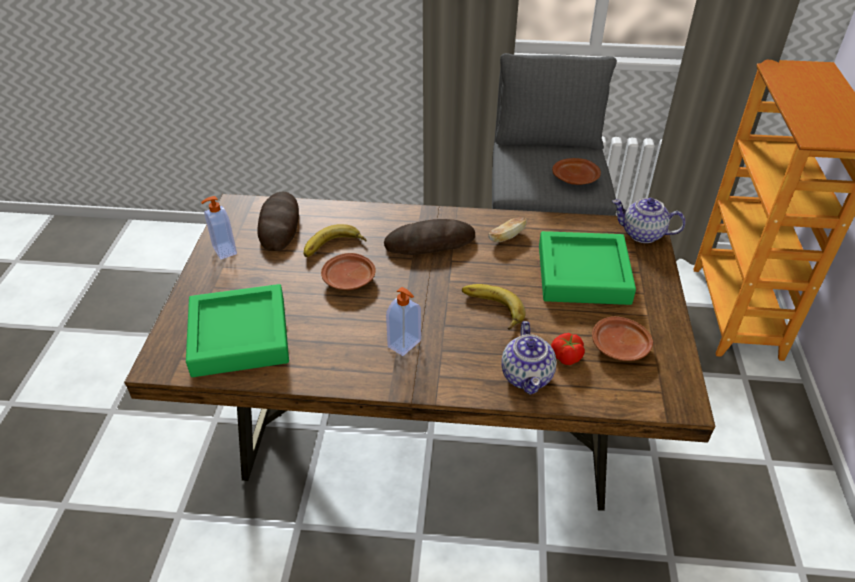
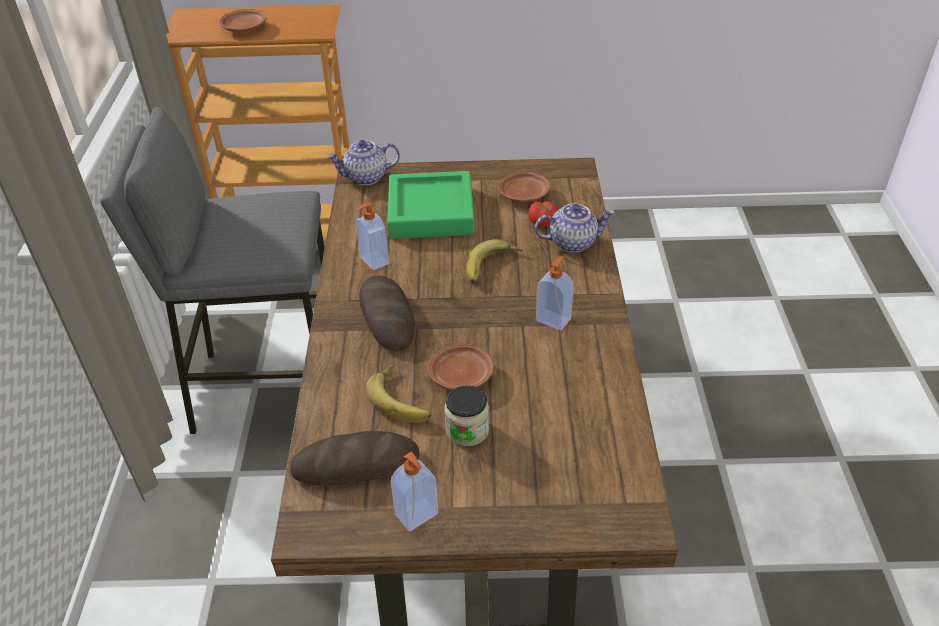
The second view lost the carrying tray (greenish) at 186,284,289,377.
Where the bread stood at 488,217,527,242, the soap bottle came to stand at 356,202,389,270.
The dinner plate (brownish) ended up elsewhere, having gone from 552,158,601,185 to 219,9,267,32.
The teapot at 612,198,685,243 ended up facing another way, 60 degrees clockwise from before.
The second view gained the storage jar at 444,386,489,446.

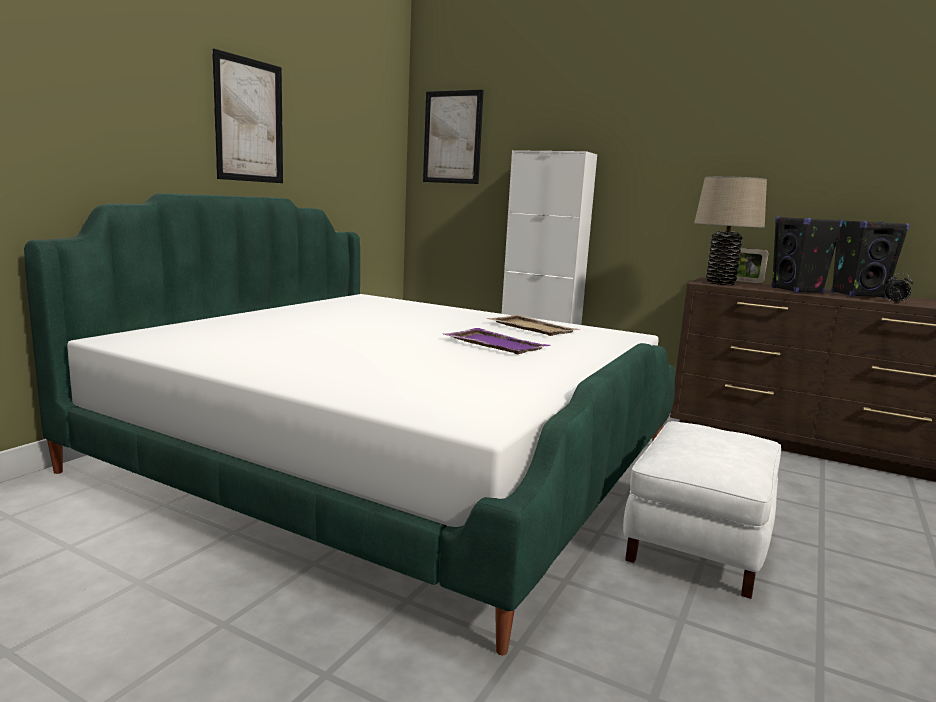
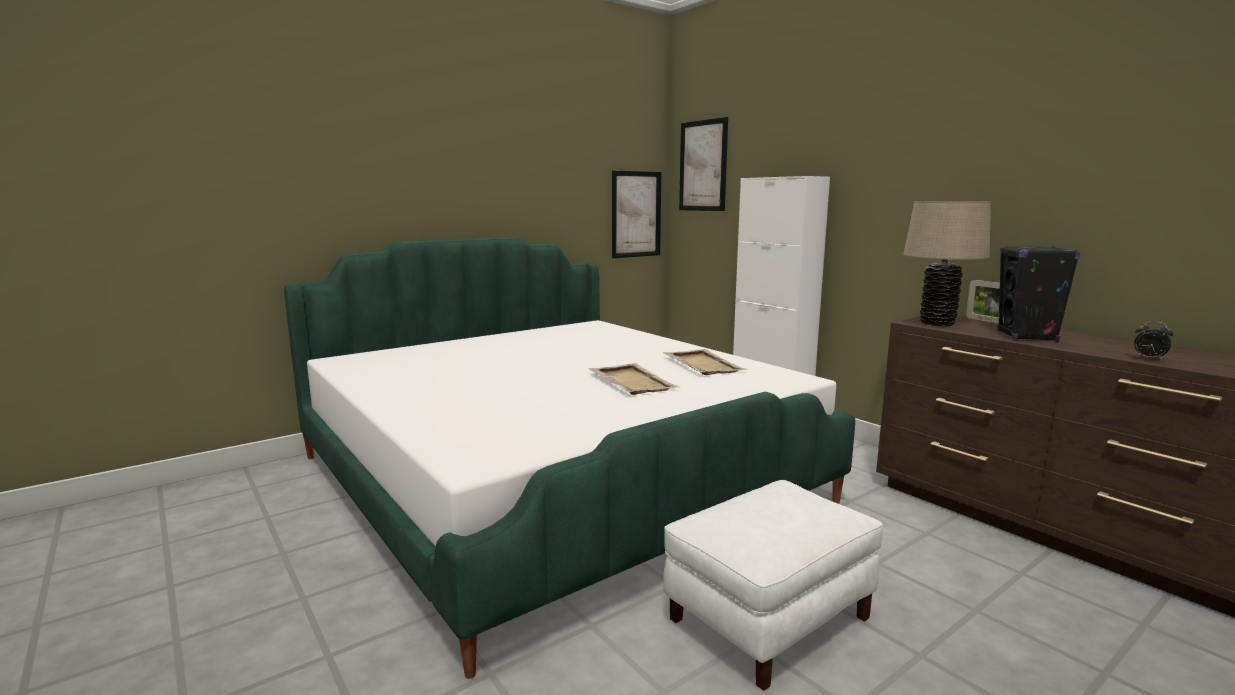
The wall picture ended up elsewhere, having gone from 212,49,283,183 to 612,170,661,258.
What was the carrying tray (purplish) at 443,328,551,354 turned into the carrying tray (sand-coloured) at 589,363,680,395.
The second view lost the loudspeaker (blackish) at 831,220,910,298.

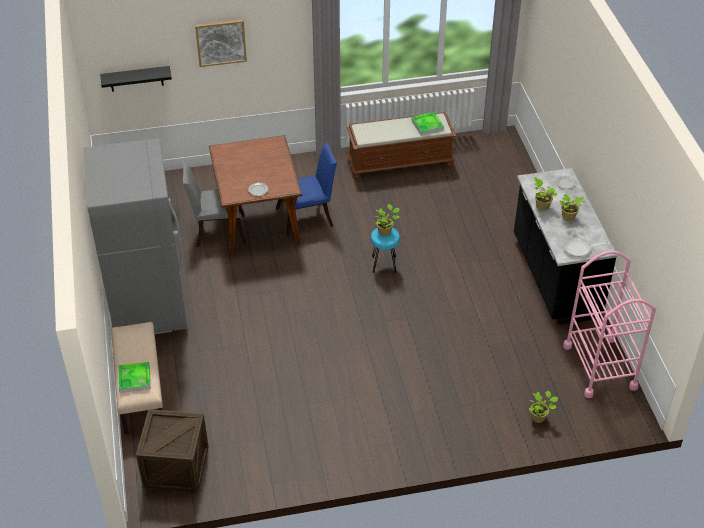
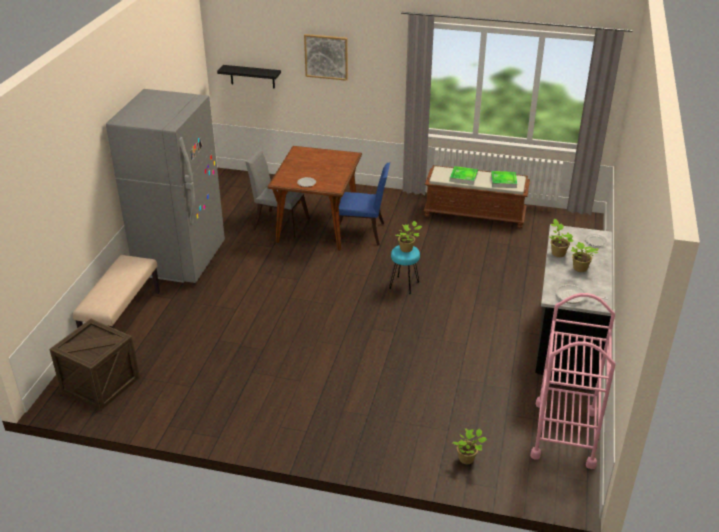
The carrying tray ended up elsewhere, having gone from 119,362,151,393 to 450,166,478,185.

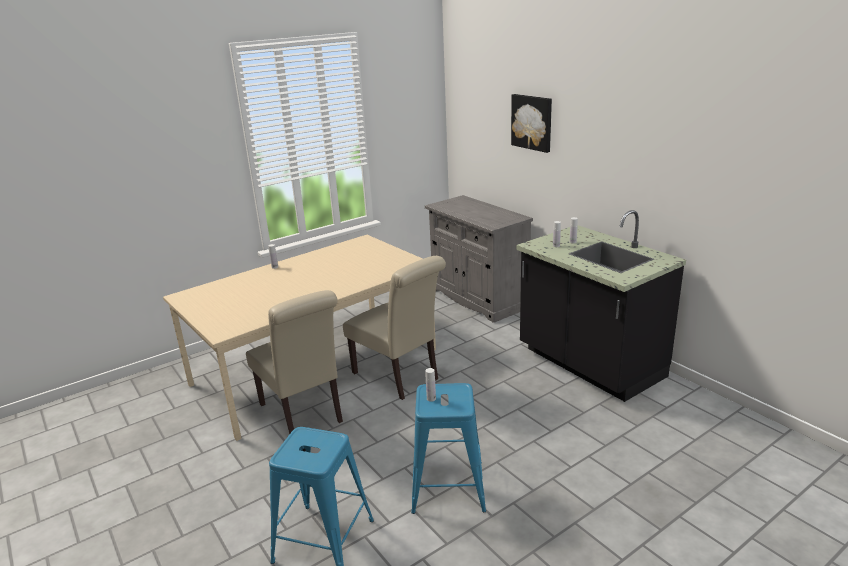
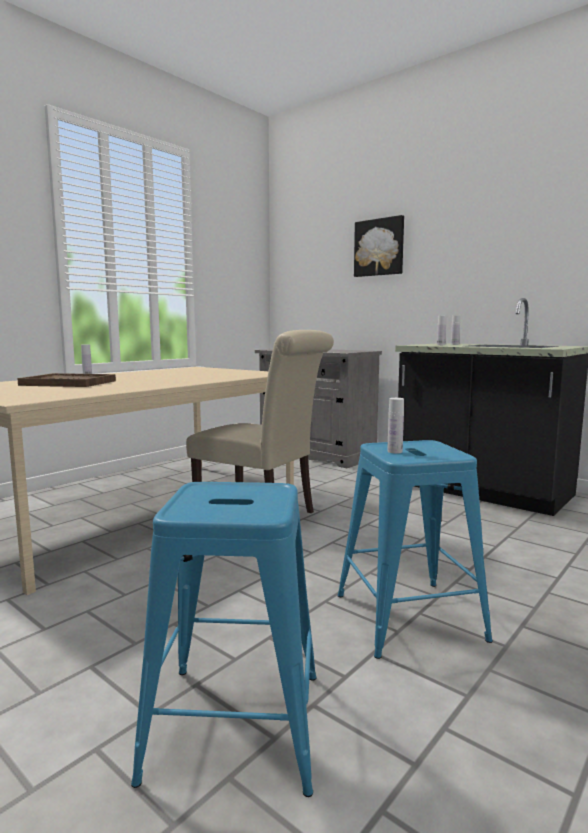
The second view lost the chair (sand-coloured) at 246,290,343,434.
The second view gained the carrying tray (brownish) at 17,373,116,387.

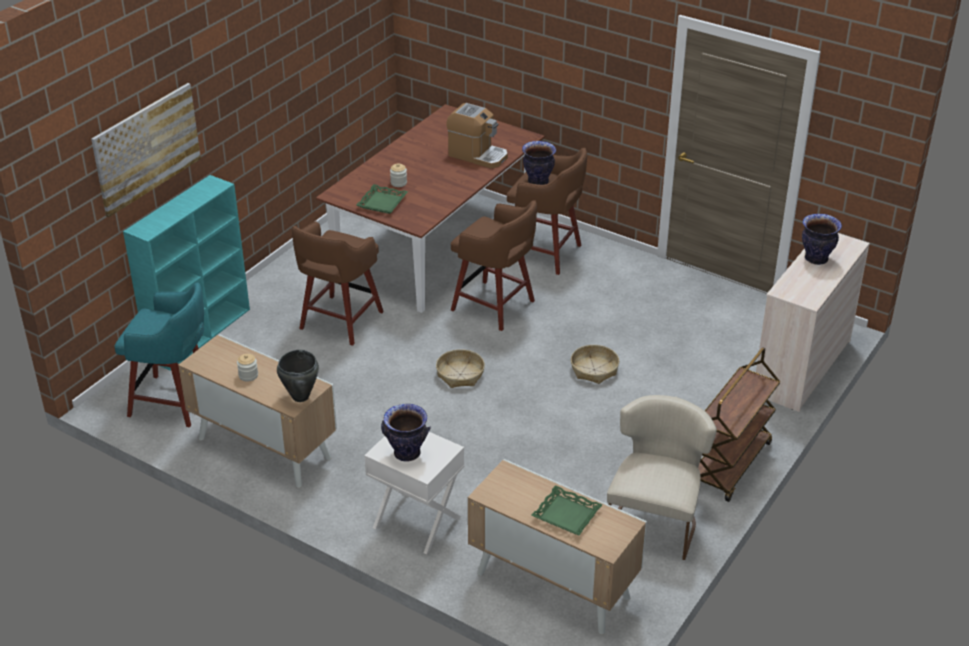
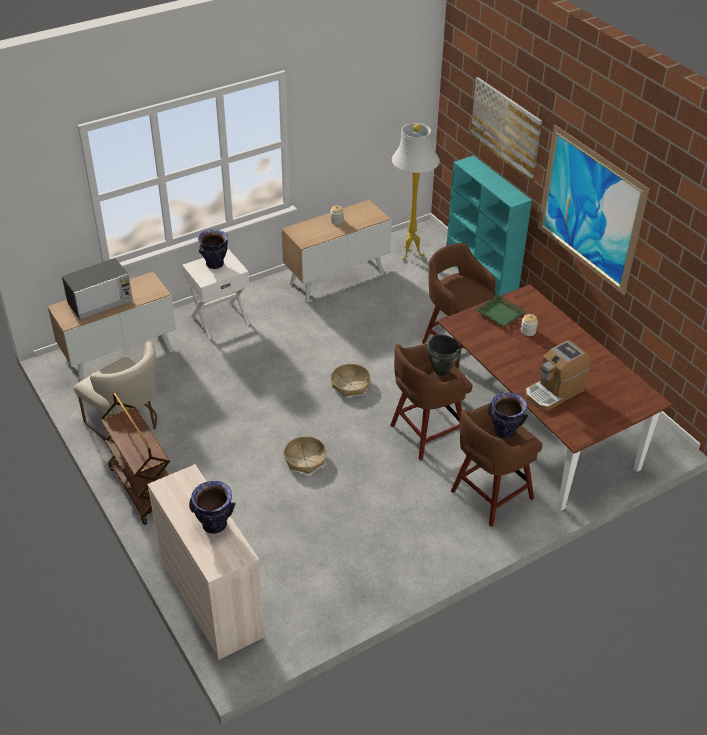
Where the stool seat (blue-green) stood at 114,282,204,427, the floor lamp (whitish) came to stand at 392,123,440,261.
The cooking pot (blackish) ended up elsewhere, having gone from 277,350,319,402 to 426,335,461,376.
Where the carrying tray (greenish) stood at 532,485,602,535, the microwave oven came to stand at 62,258,133,320.
The second view gained the wall picture at 538,124,649,295.

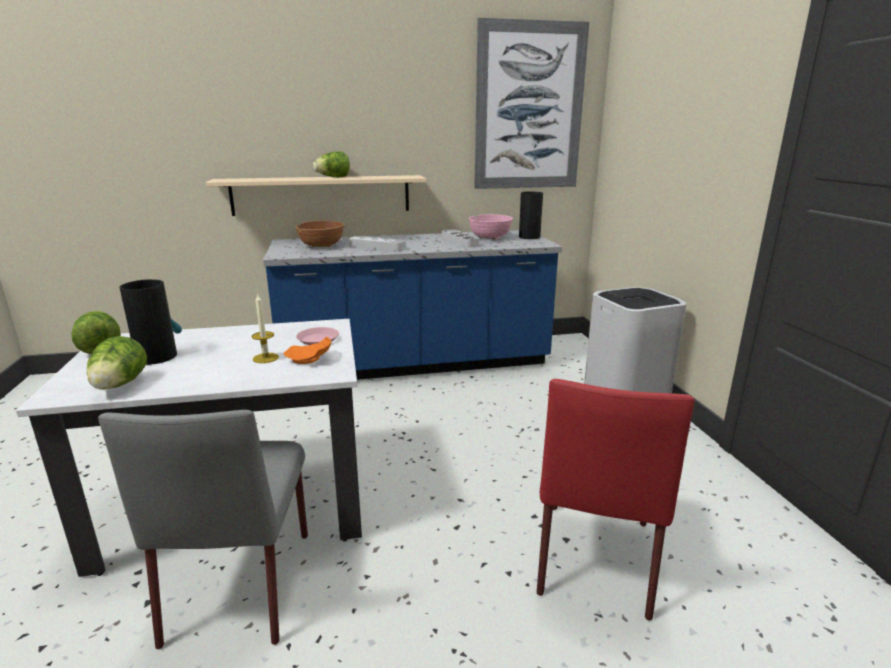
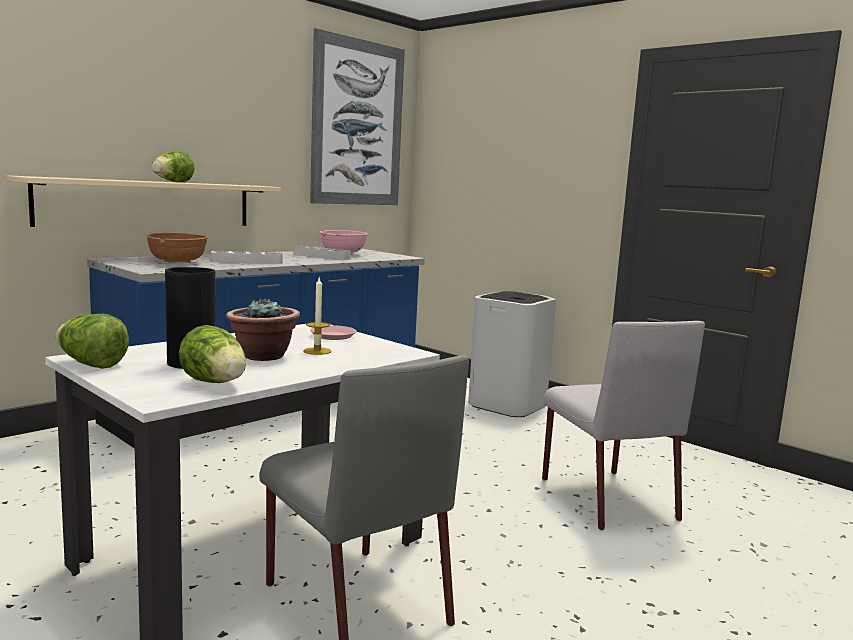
The second view lost the dinner plate (orangey) at 284,337,331,364.
The second view lost the flower vase at 519,192,543,239.
What was the chair (red) at 537,379,695,621 turned into the chair (gray) at 542,321,705,531.
The second view gained the houseplant at 226,297,300,361.

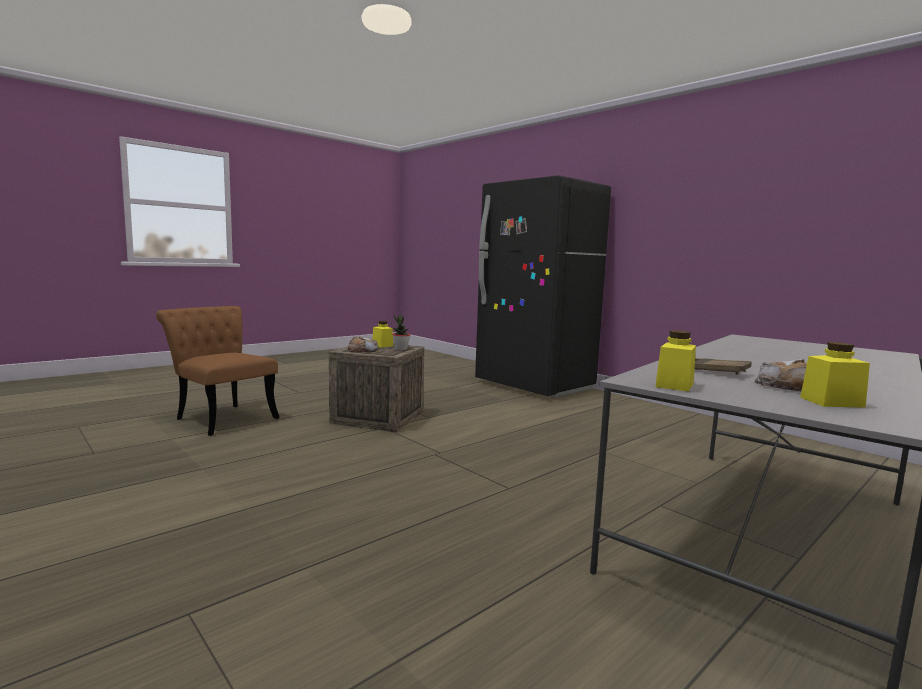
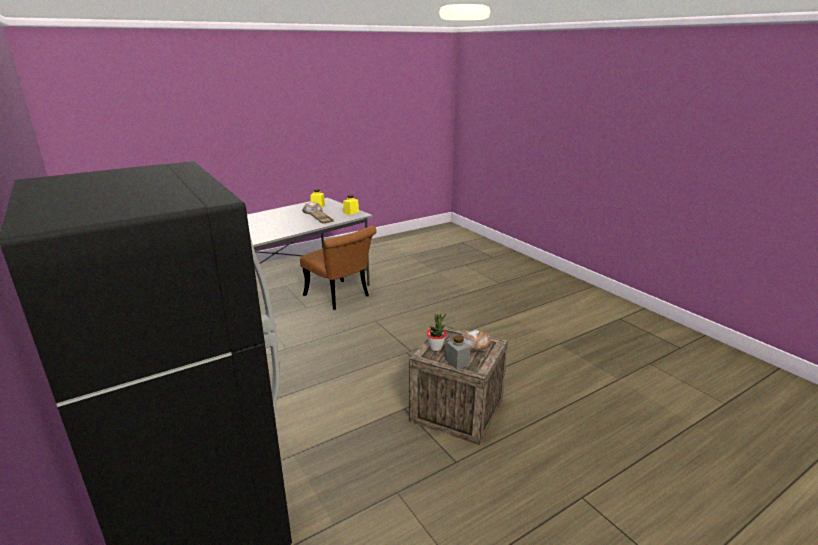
The chair (brownish) ended up elsewhere, having gone from 156,306,280,436 to 300,226,377,310.
What was the storage jar (yellow-coloured) at 373,321,393,347 turned into the storage jar (gray) at 445,335,470,370.

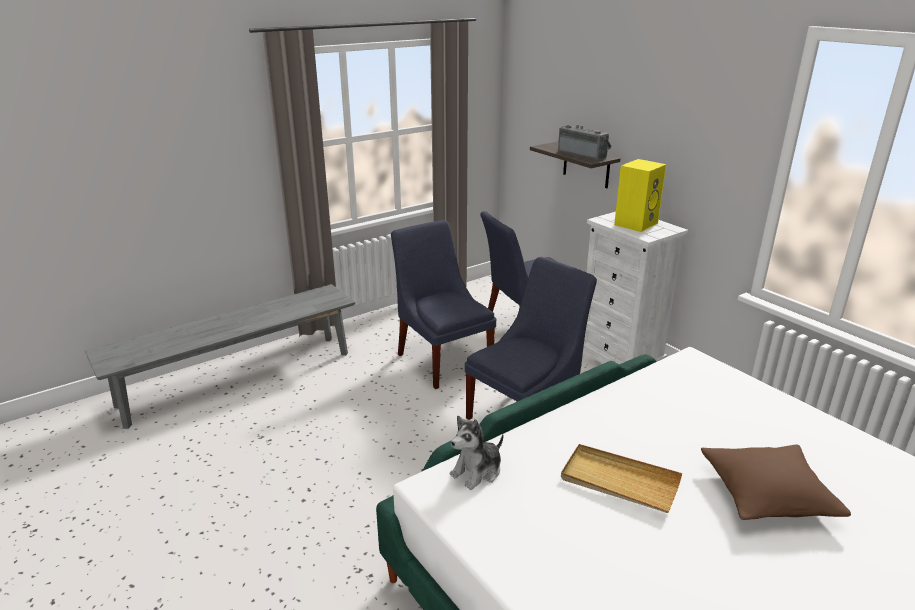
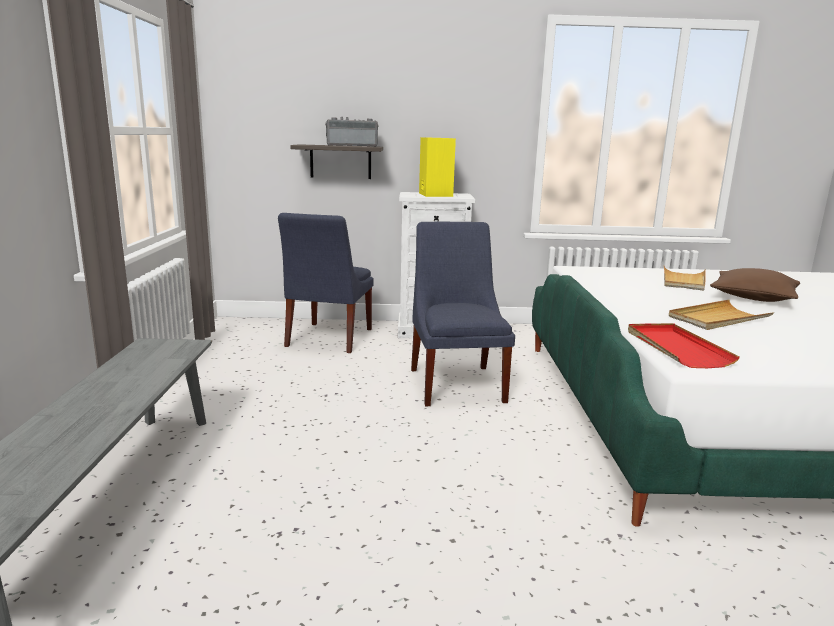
The second view lost the chair (bluish) at 391,220,496,389.
Where the cuddly toy stood at 450,416,503,490, the carrying tray (red) came to stand at 628,323,740,368.
The second view gained the carrying tray (sand-coloured) at 664,266,706,290.

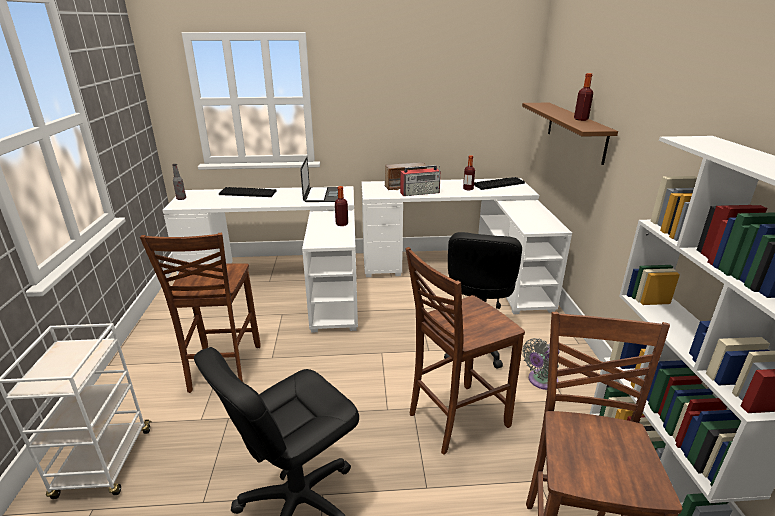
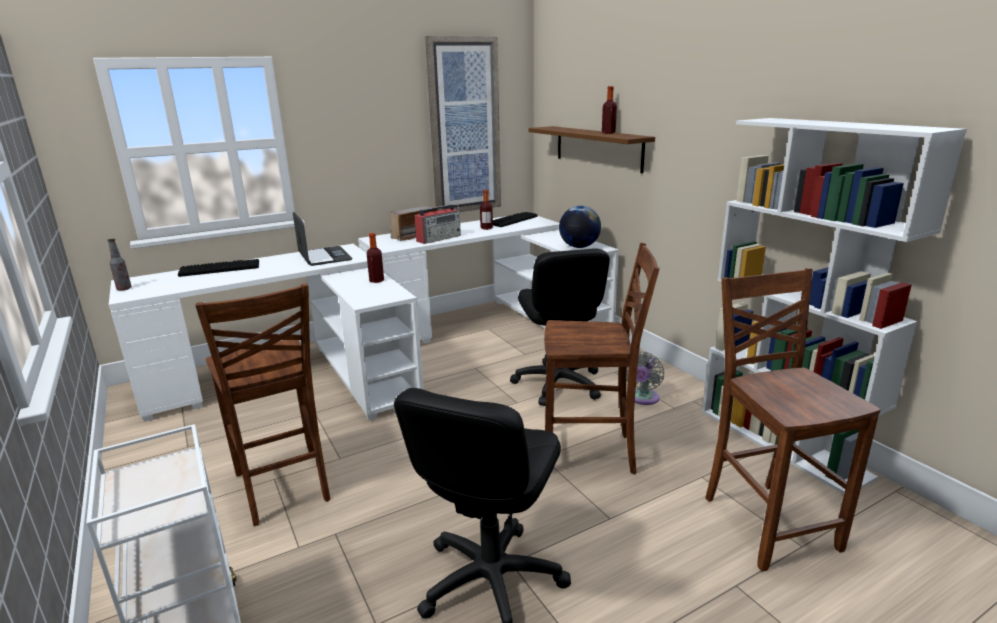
The chair (brownish) at 405,247,525,455 ended up facing another way, 120 degrees counterclockwise from before.
The second view gained the wall picture at 425,36,501,212.
The second view gained the globe at 559,206,601,248.

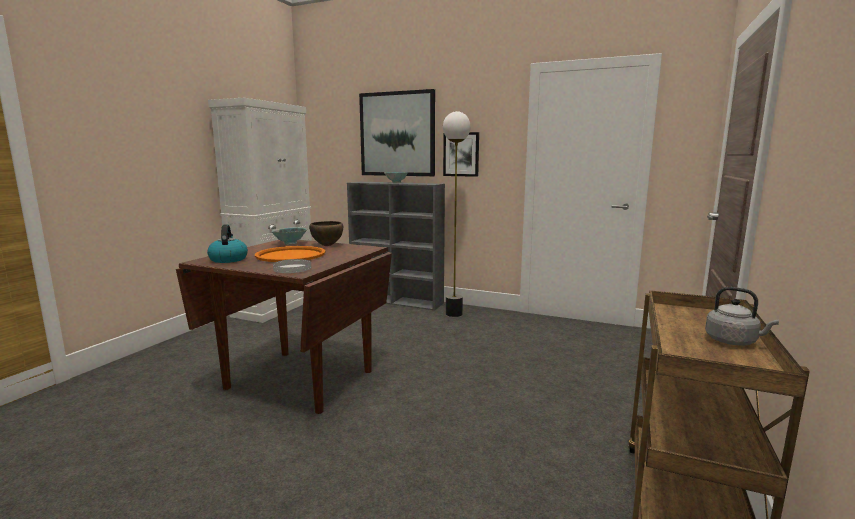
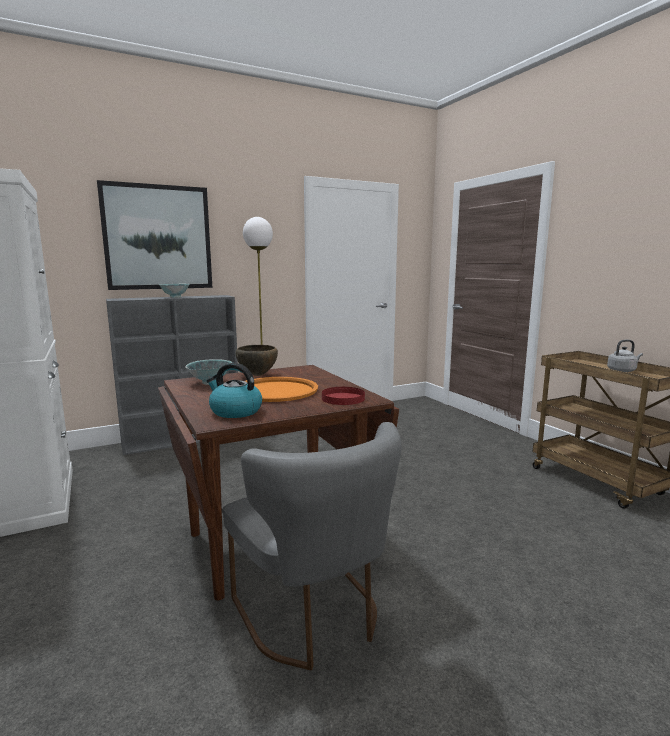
What was the dinner plate (whitish) at 273,259,311,273 turned into the dinner plate (red) at 322,387,365,405.
The second view lost the wall picture at 443,132,479,177.
The second view gained the chair (gray) at 222,422,402,670.

